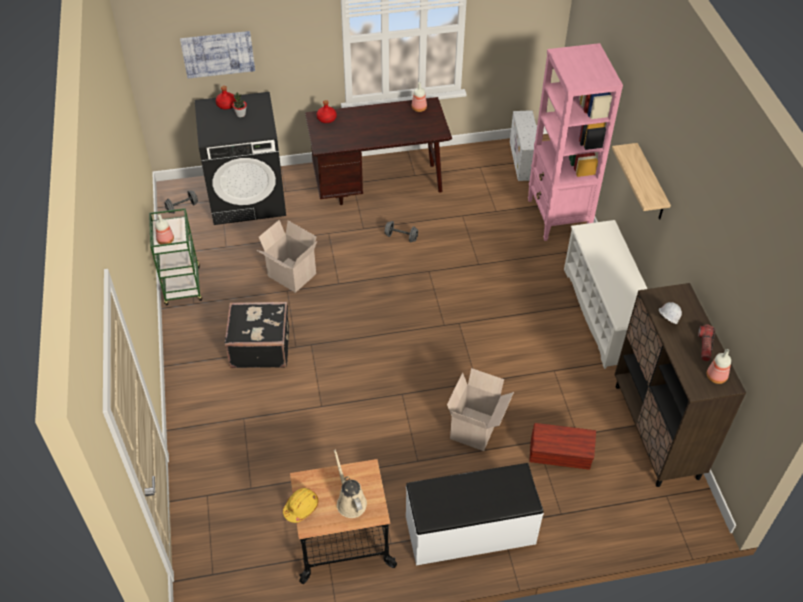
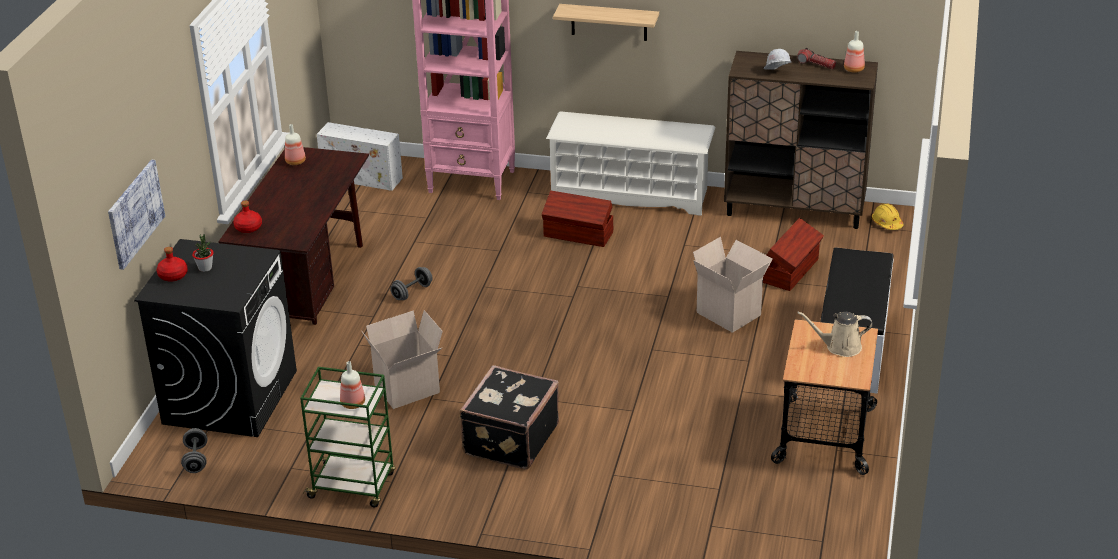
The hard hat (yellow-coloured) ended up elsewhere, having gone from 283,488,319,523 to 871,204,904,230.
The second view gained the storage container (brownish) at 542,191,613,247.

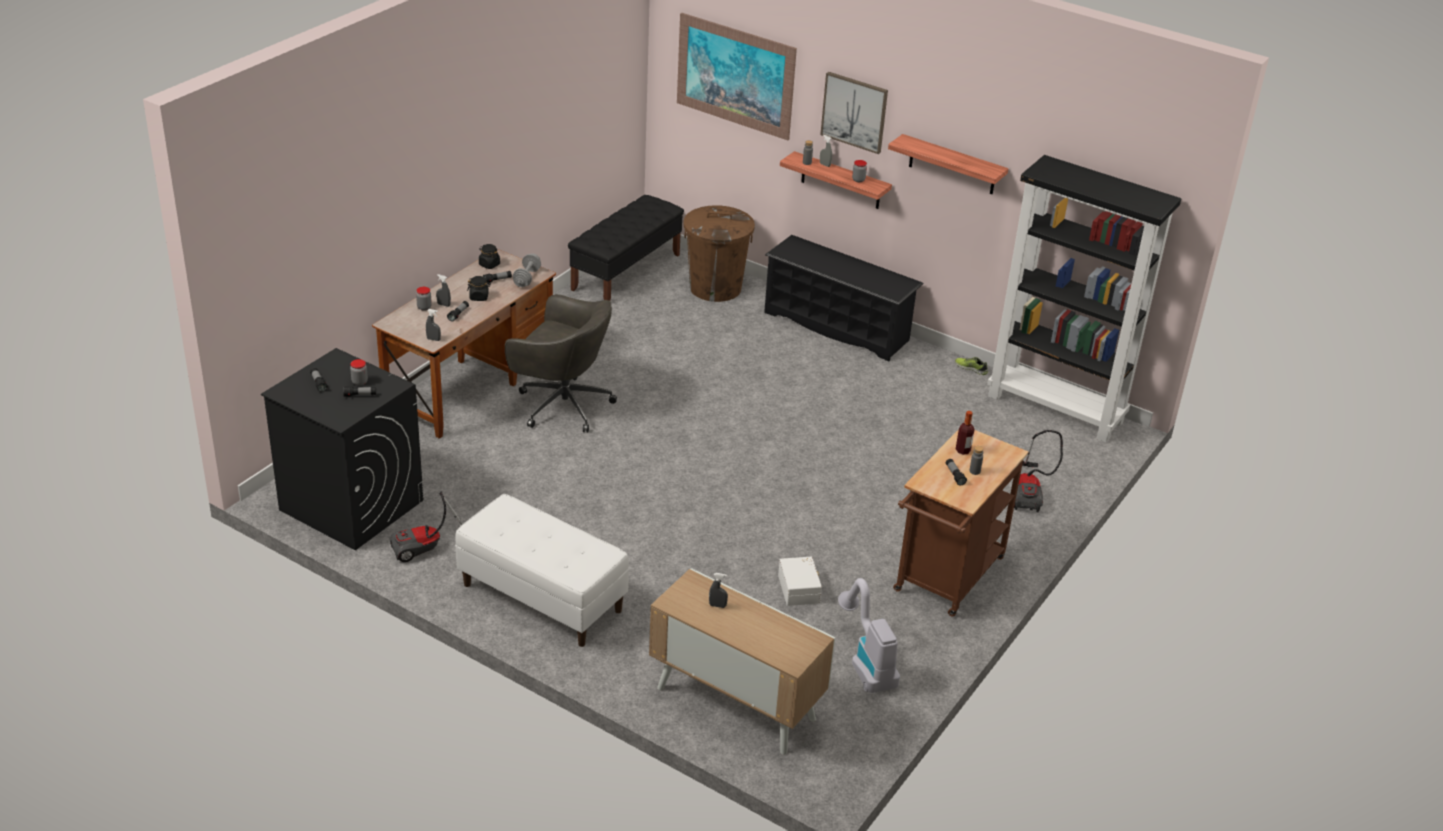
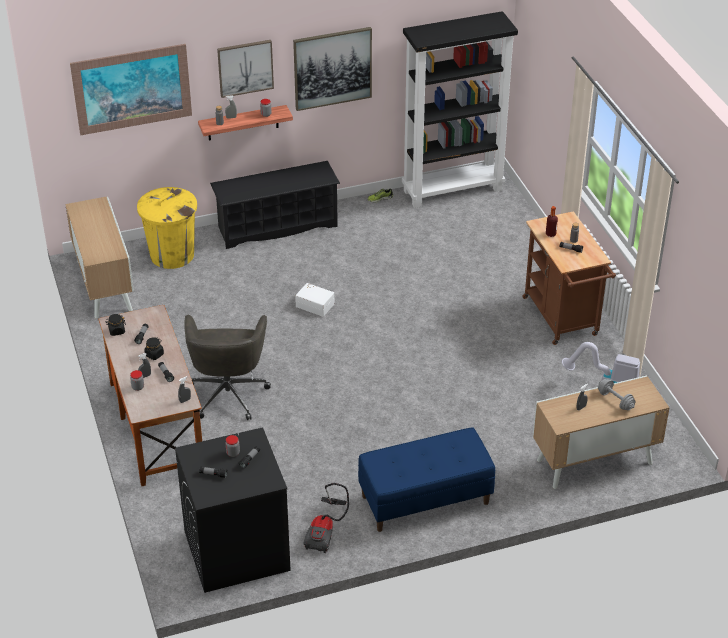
What was the indoor bench (whitish) at 455,494,629,647 turned into the indoor bench (bluish) at 358,427,495,532.
The office chair (gray) at 505,294,617,433 ended up facing another way, 120 degrees clockwise from before.
The dumbbell (gray) ended up elsewhere, having gone from 513,253,541,287 to 598,379,635,411.
Where the indoor bench (blackish) stood at 568,195,684,301, the cupboard came to stand at 65,196,134,319.
What was the waste bin (brownish) at 684,205,755,302 turned into the waste bin (yellow-coloured) at 137,187,197,269.
The storage container (whitish) ended up elsewhere, having gone from 778,557,822,606 to 295,283,334,317.
Where the shelf hung at 888,134,1009,194, the wall picture came to hang at 293,27,372,111.
The second view lost the vacuum cleaner at 1014,430,1063,512.

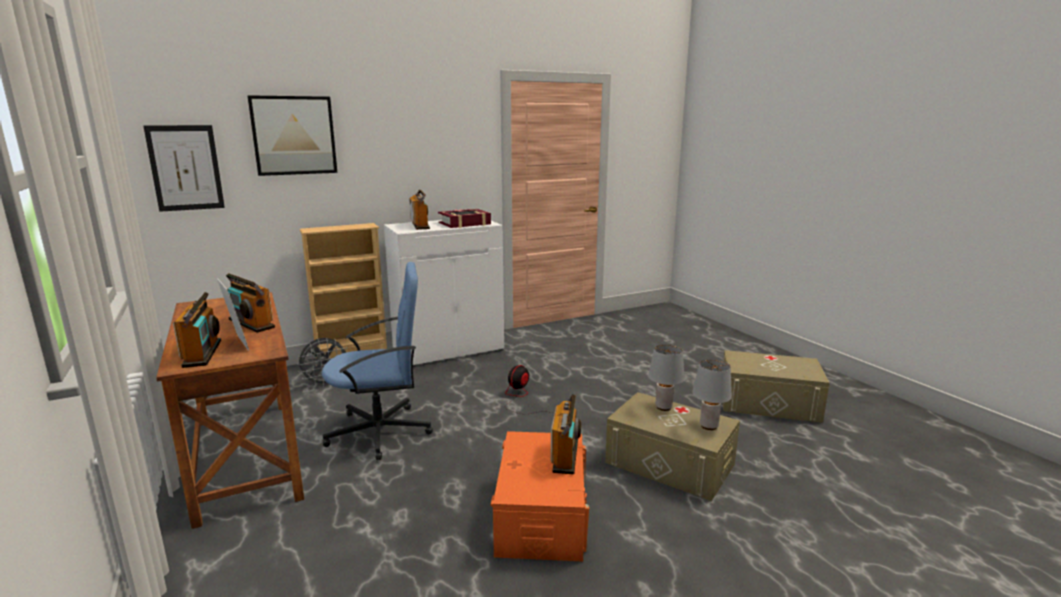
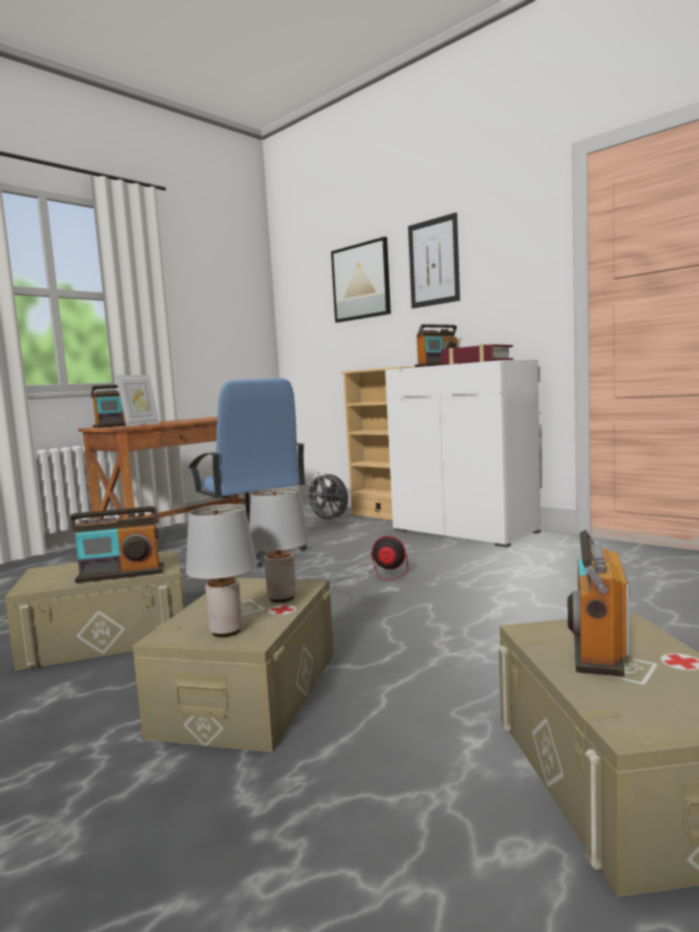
The wall picture ended up elsewhere, having gone from 143,125,225,212 to 408,212,460,309.
The radio ended up elsewhere, having gone from 226,273,275,333 to 567,530,629,677.
What was the storage container (orangey) at 490,431,589,562 turned into the storage container (sand-coloured) at 5,550,185,671.

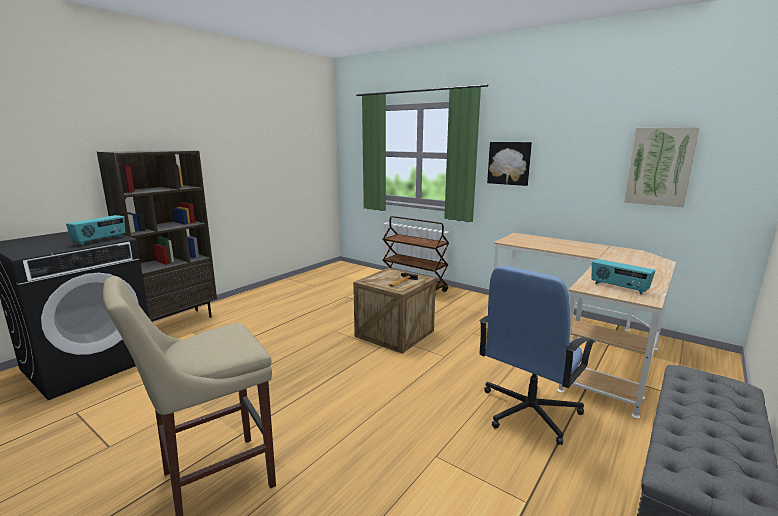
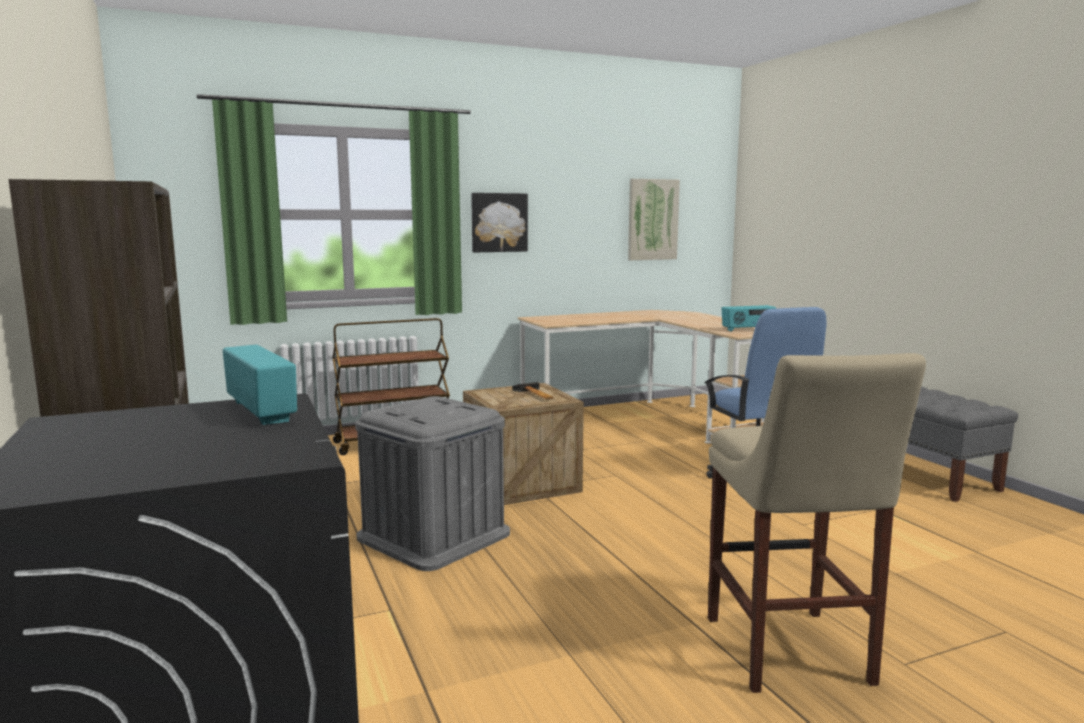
The second view gained the storage container (gray) at 355,396,510,571.

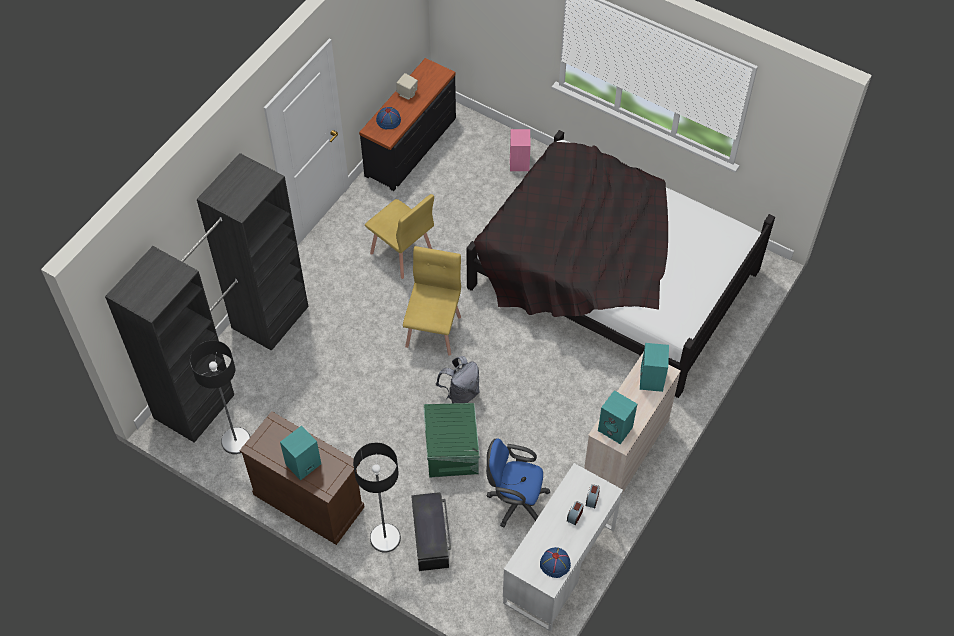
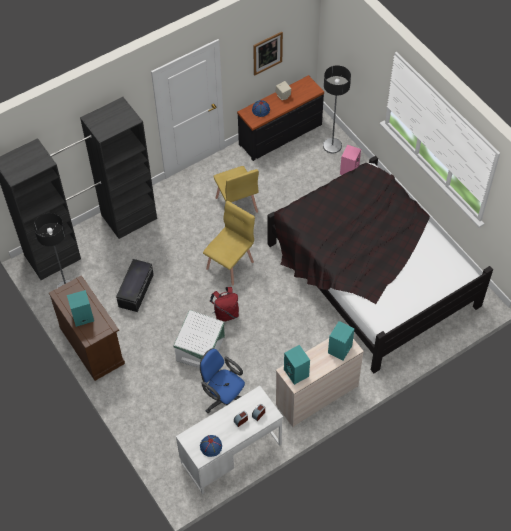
The floor lamp ended up elsewhere, having gone from 353,443,401,553 to 323,65,351,153.
The storage container (blackish) ended up elsewhere, having gone from 411,492,451,571 to 116,259,154,312.
What was the storage container (greenish) at 423,403,480,478 turned into the storage container (whitish) at 173,310,225,368.
What was the knapsack (gray) at 436,356,480,403 turned into the knapsack (red) at 210,287,239,322.
The second view gained the wall picture at 253,32,283,75.

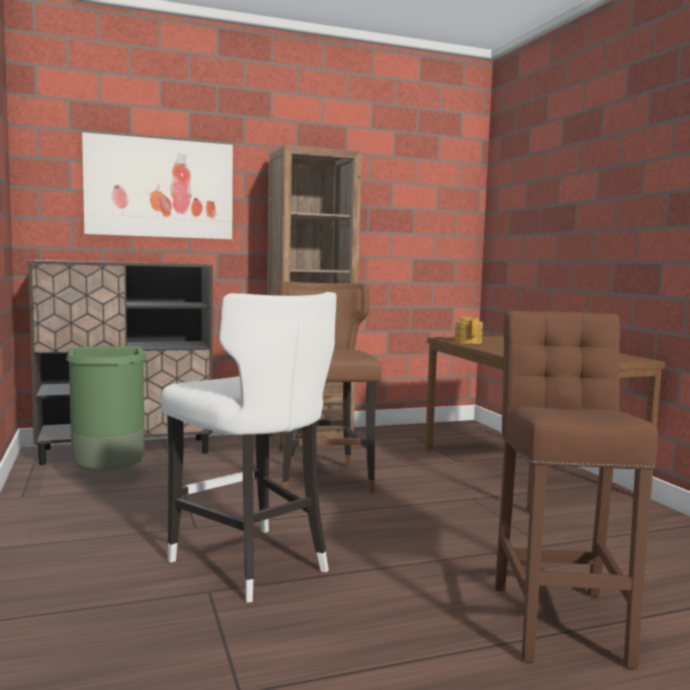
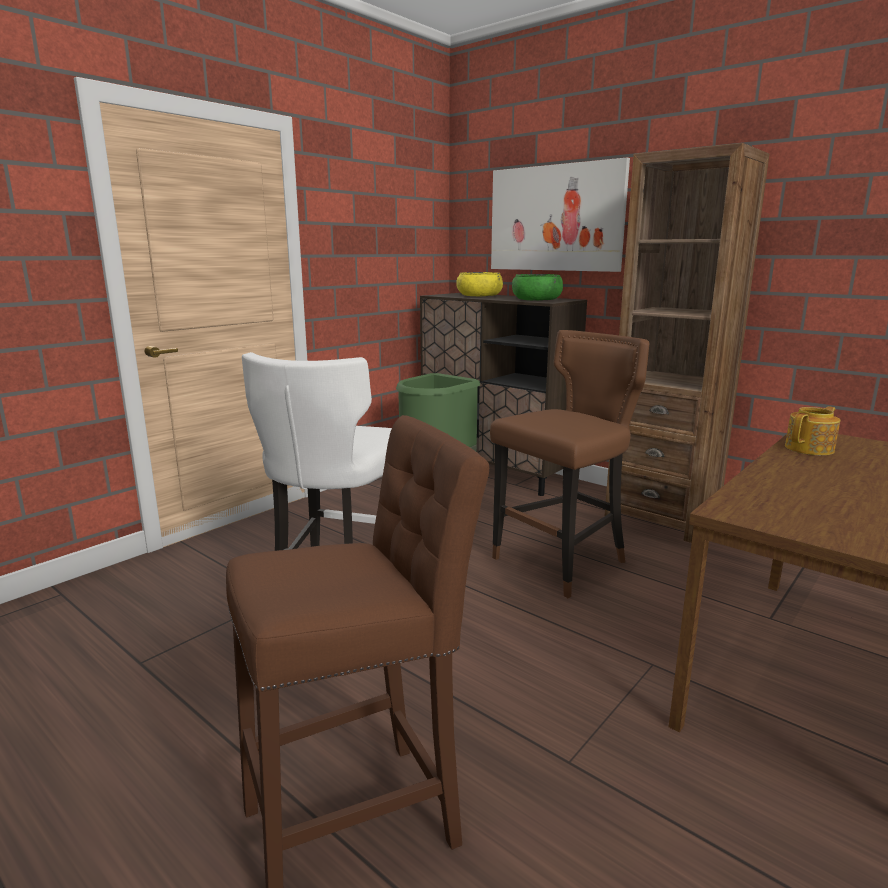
The second view gained the bowl (yellow-coloured) at 456,272,503,296.
The second view gained the bowl (greenish) at 512,274,563,301.

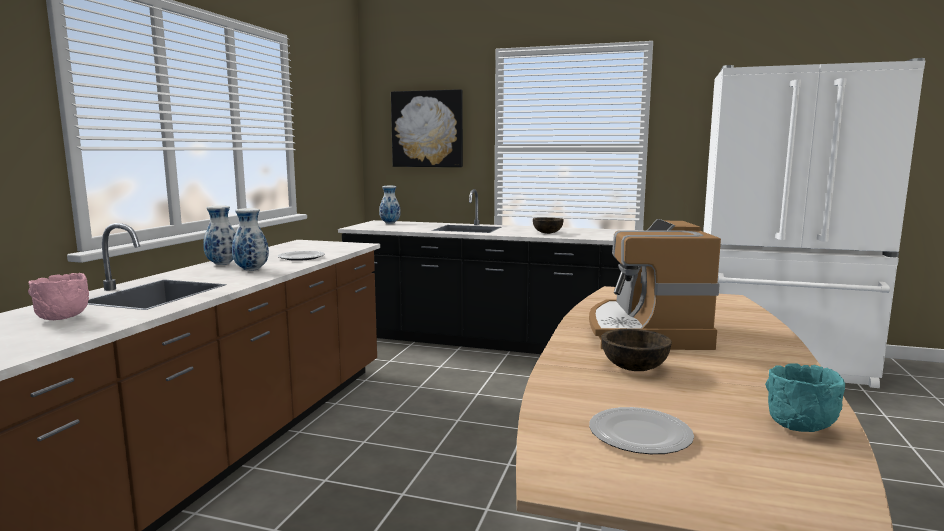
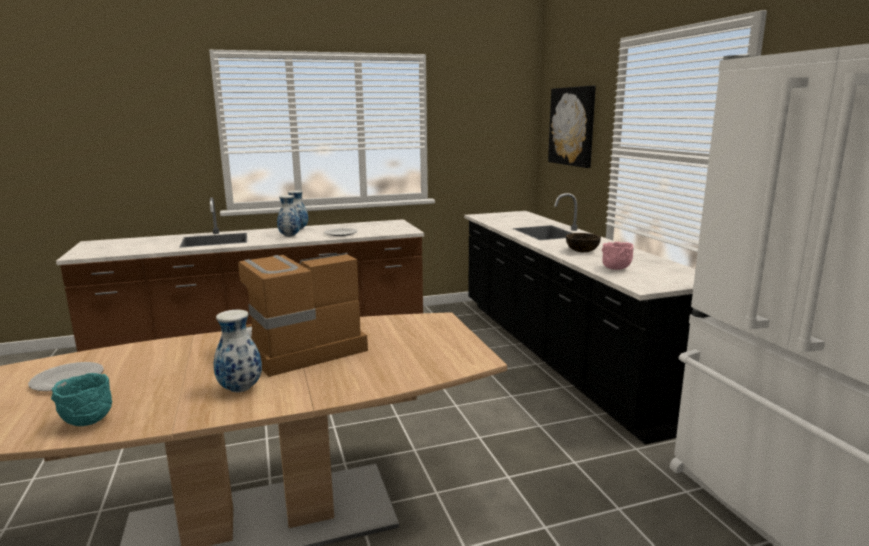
The bowl (pink-coloured) ended up elsewhere, having gone from 28,273,89,320 to 602,242,633,270.
The flower vase ended up elsewhere, having gone from 379,186,401,224 to 214,310,262,392.
The second view lost the bowl (brownish) at 602,329,672,371.

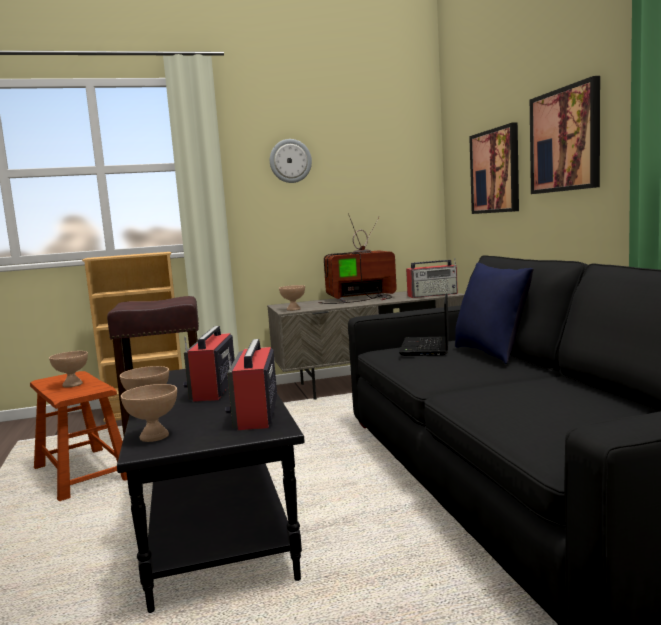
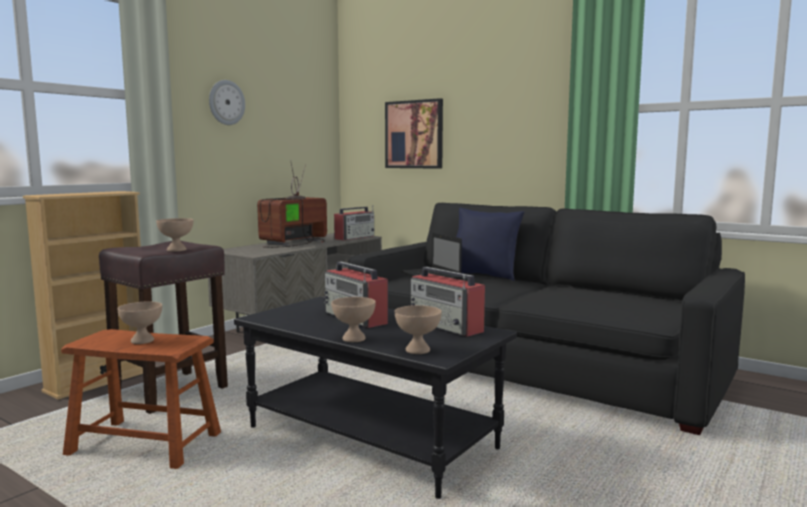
The bowl (sand-coloured) ended up elsewhere, having gone from 279,285,305,311 to 156,218,193,251.
The second view lost the wall picture at 530,76,600,194.

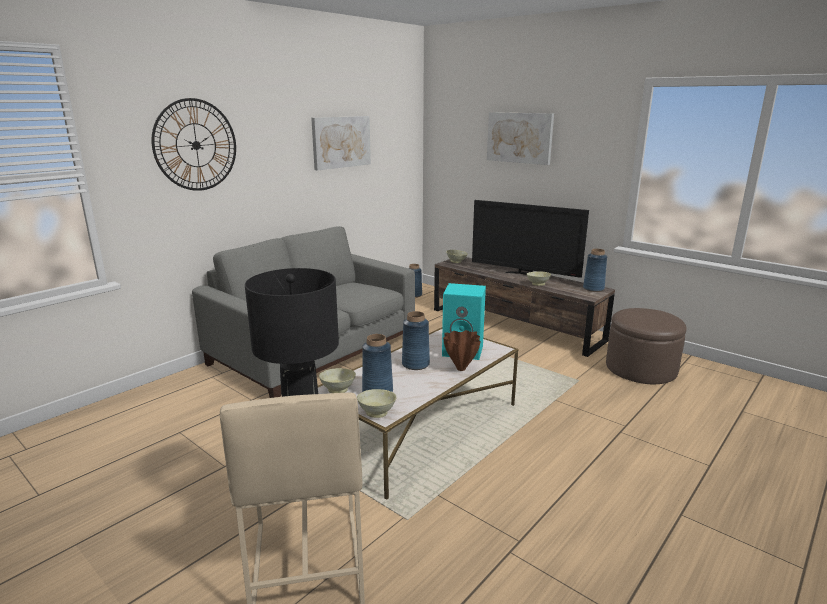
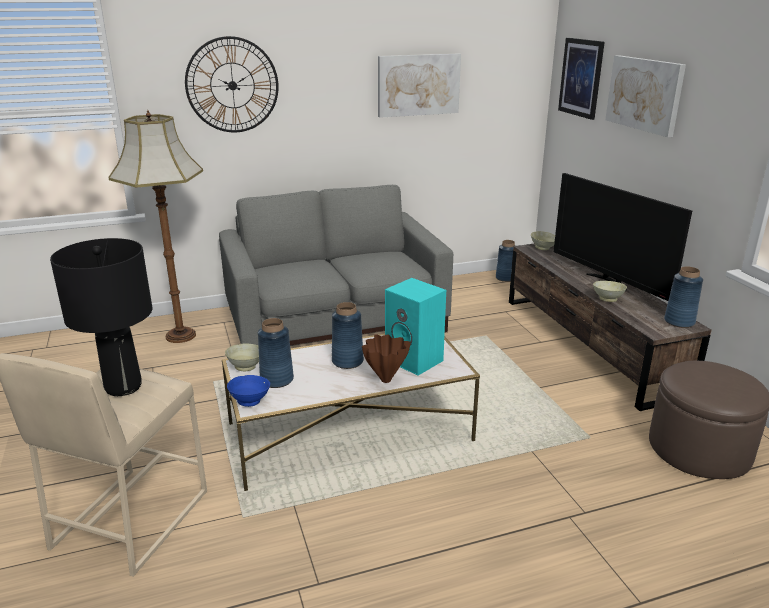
What was the bowl (sand-coloured) at 357,389,397,418 turned into the bowl (bluish) at 227,375,270,407.
The second view gained the floor lamp at 108,110,203,343.
The second view gained the wall picture at 558,38,605,120.

